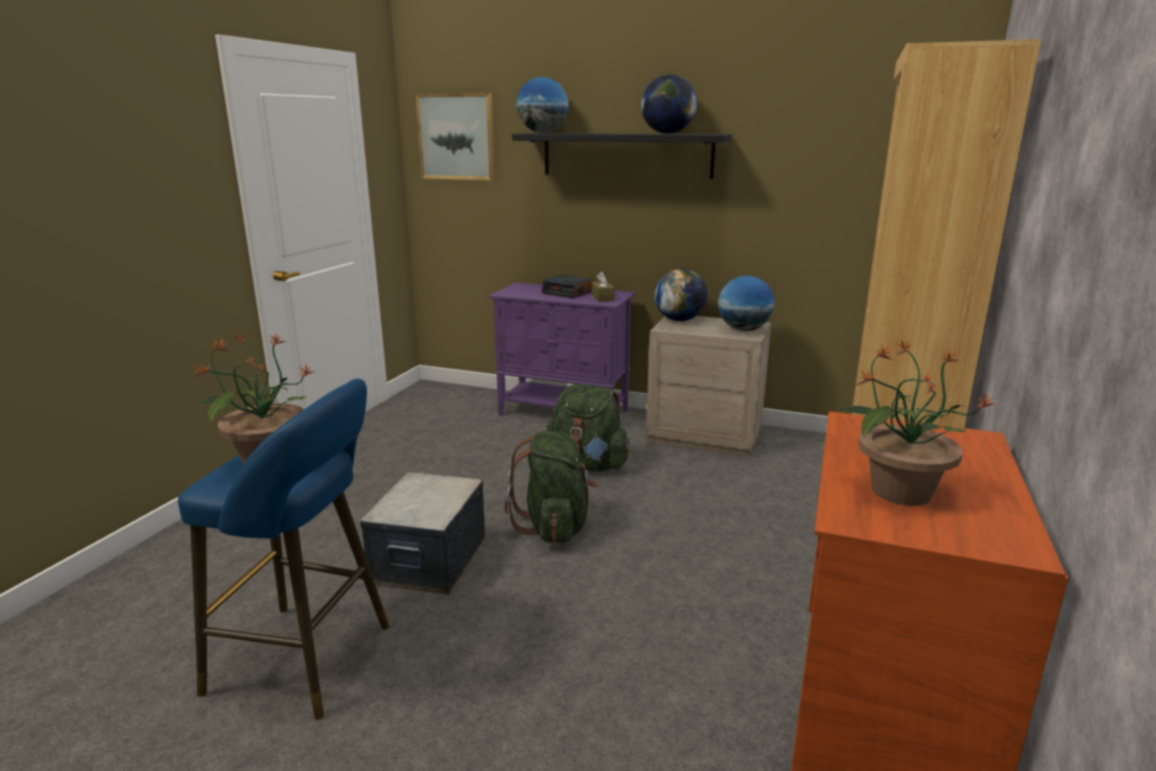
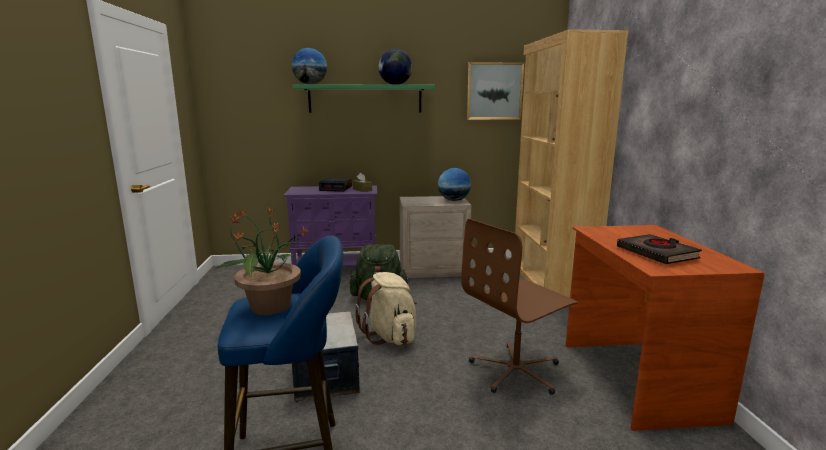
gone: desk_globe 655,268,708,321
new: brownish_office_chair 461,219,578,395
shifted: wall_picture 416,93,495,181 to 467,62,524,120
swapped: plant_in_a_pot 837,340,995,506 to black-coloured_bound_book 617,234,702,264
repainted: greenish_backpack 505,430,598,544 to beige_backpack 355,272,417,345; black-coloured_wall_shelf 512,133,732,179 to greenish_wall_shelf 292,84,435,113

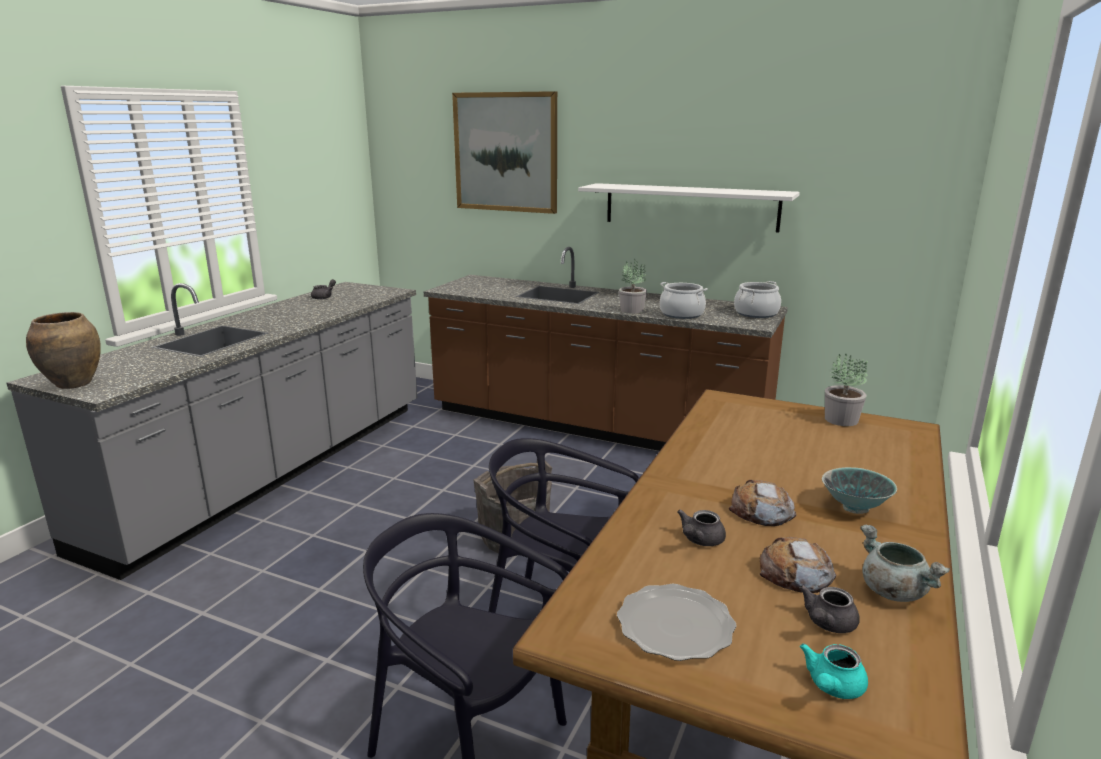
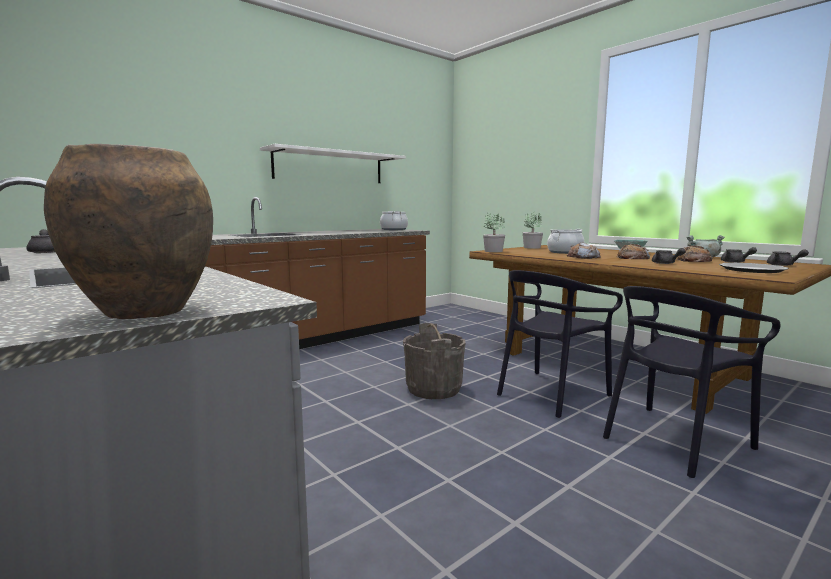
gone: wall_picture 452,91,557,214
new: bread 567,242,601,259
shifted: plant_in_a_pot 619,259,647,314 to 483,212,505,252; stockpot 660,282,708,319 to 547,229,585,254
repainted: turquoise-coloured_pot_for_tea 800,643,868,699 to gray_pot_for_tea 767,249,809,266

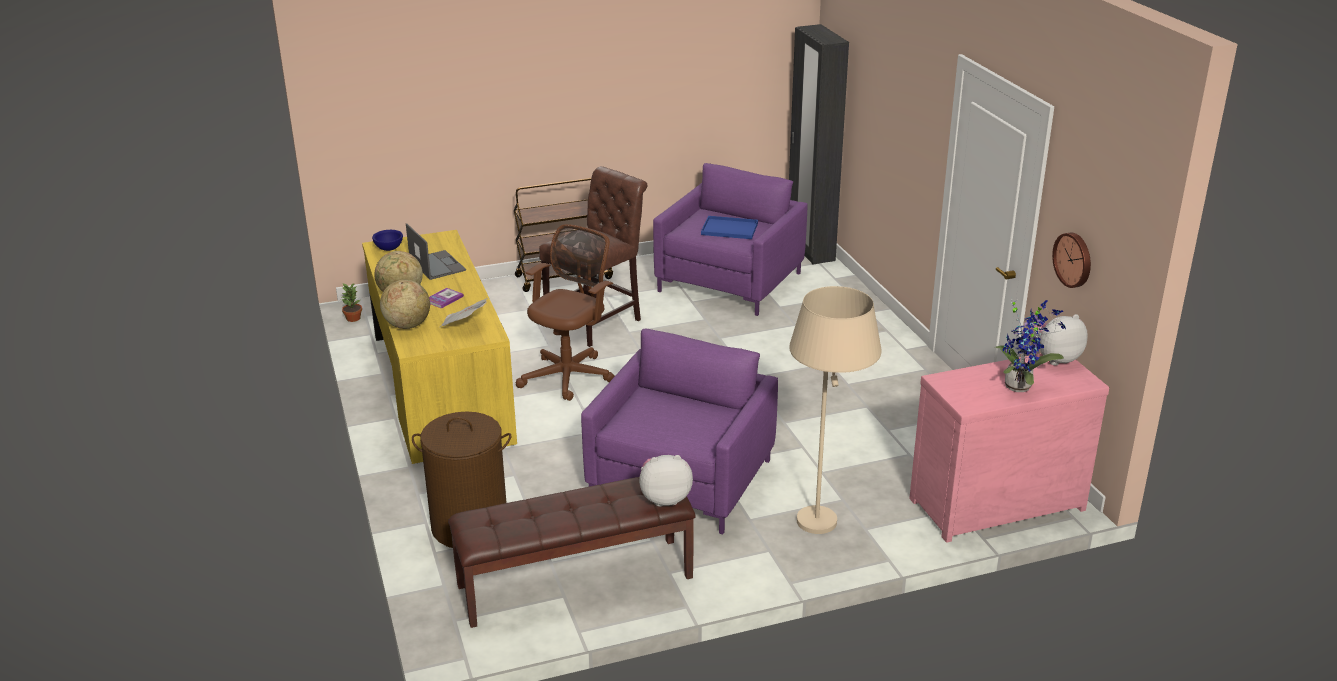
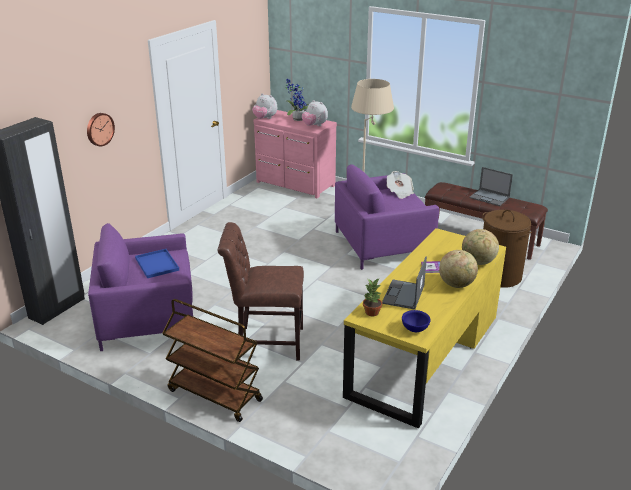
gone: brownish_office_chair 515,224,615,401
new: portable_computer 469,167,513,206
shifted: plant_in_a_pot 341,283,362,322 to 363,278,382,316; newspaper 440,298,487,327 to 386,171,414,199; soft_toy 639,455,693,507 to 302,100,328,126; clock_on_the_wall 1052,232,1091,288 to 87,113,115,146

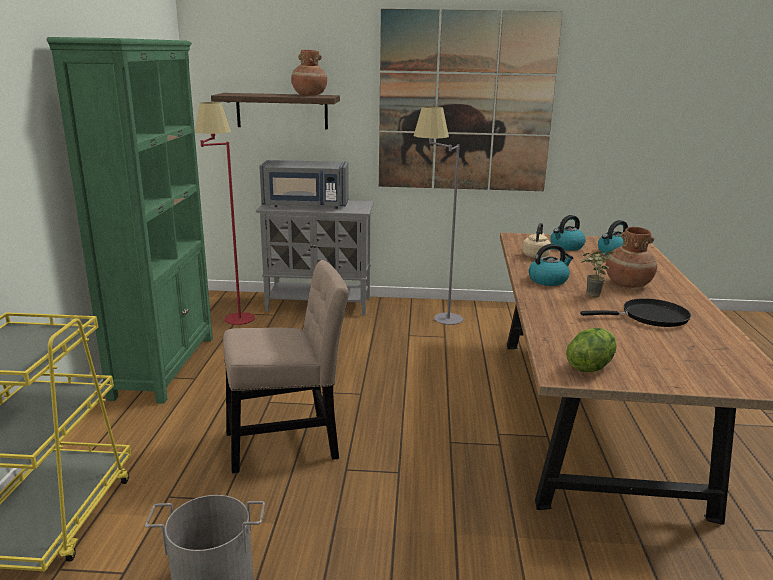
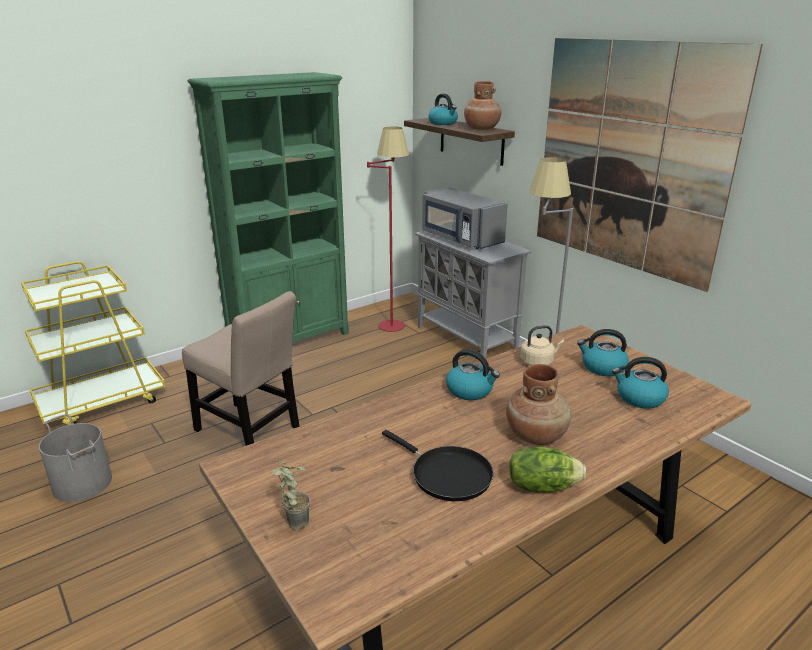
new: tea_kettle 428,94,458,125
shifted: lettuce_head 566,328,617,372 to 509,446,586,492; plant_in_a_pot 581,250,613,297 to 272,461,310,531

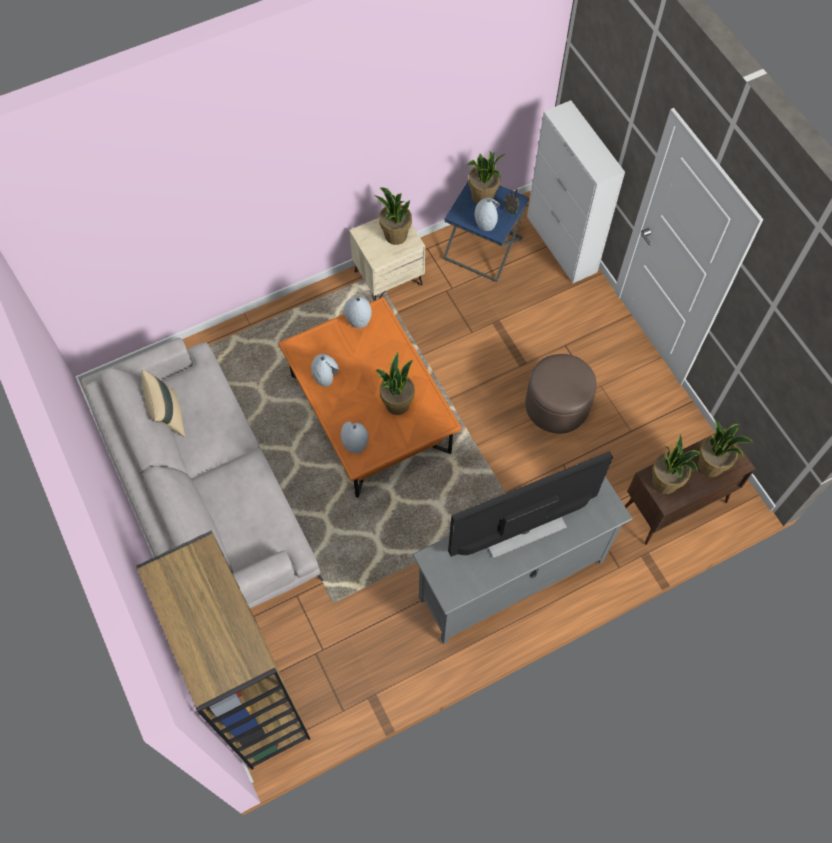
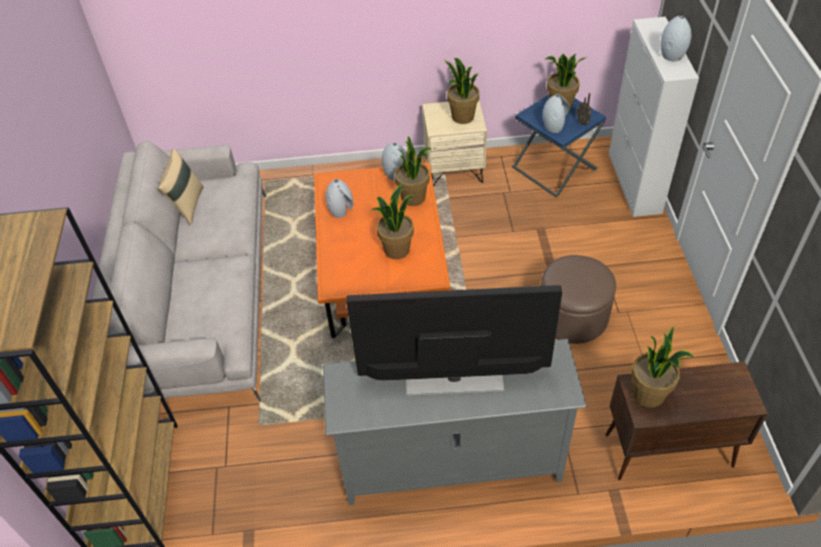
shifted: gray_flower_vase 341,422,369,454 to 661,16,692,61; plant_in_a_pot 698,419,753,477 to 395,136,431,206

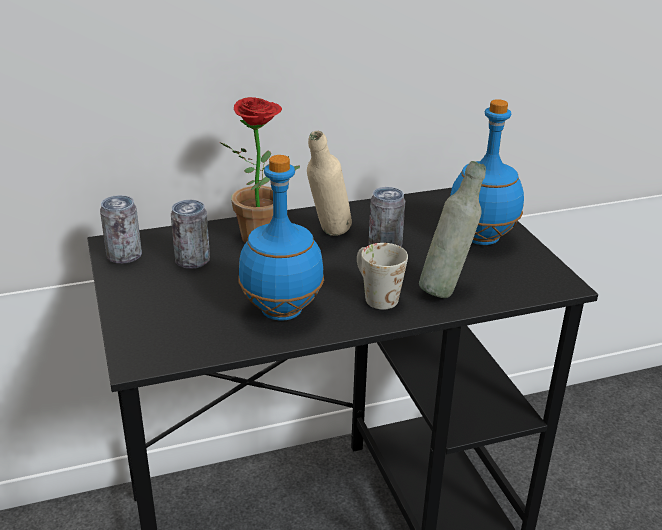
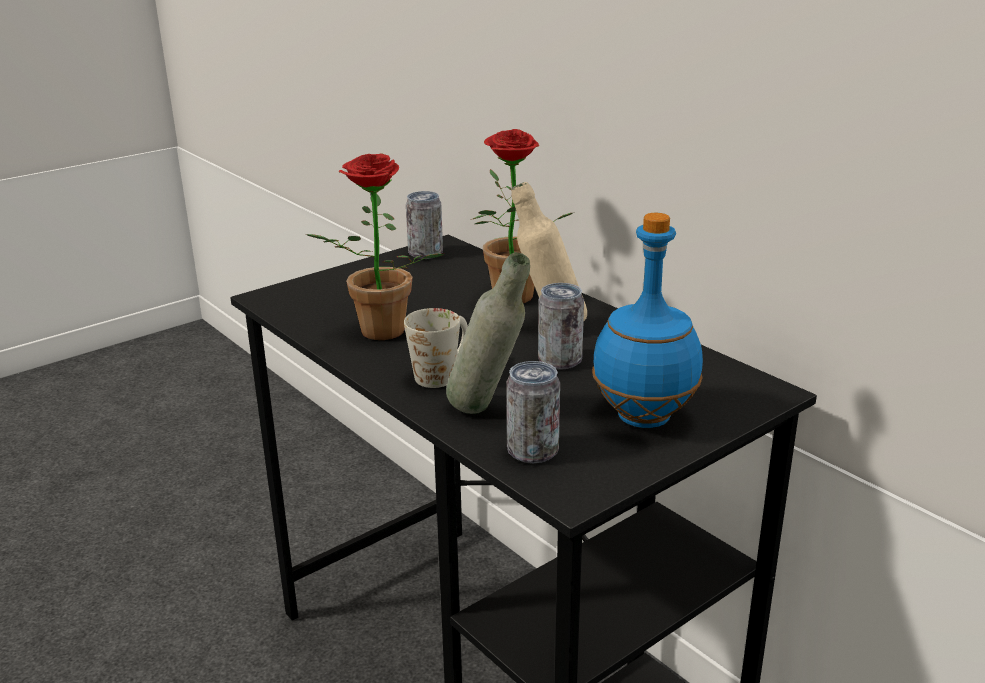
shifted: metal_can 171,200,210,269 to 506,361,560,463
swapped: blue-coloured_beverage_bottle 238,155,324,321 to plant_in_a_pot 306,153,444,340

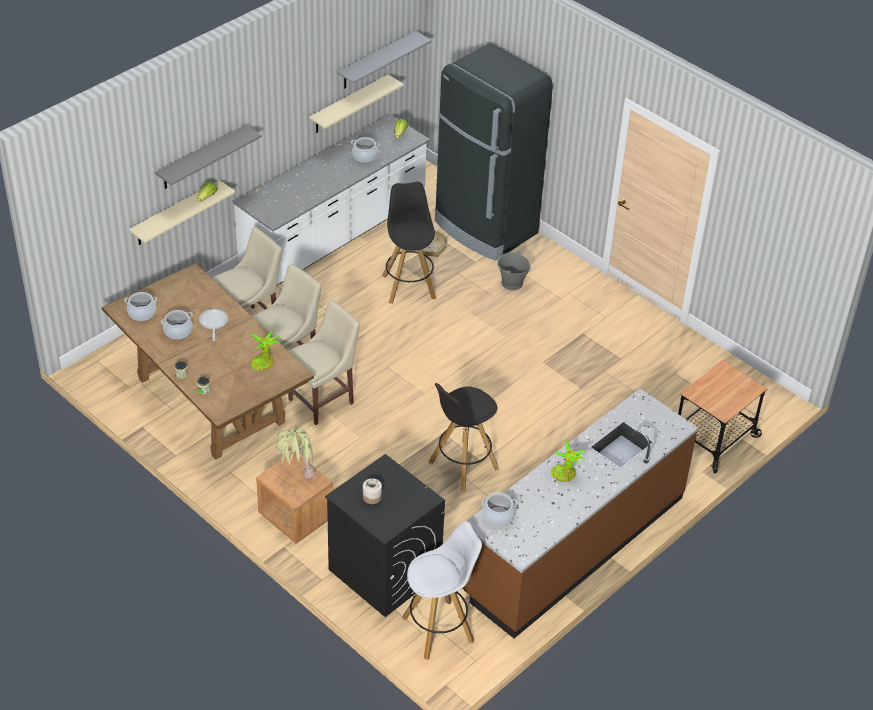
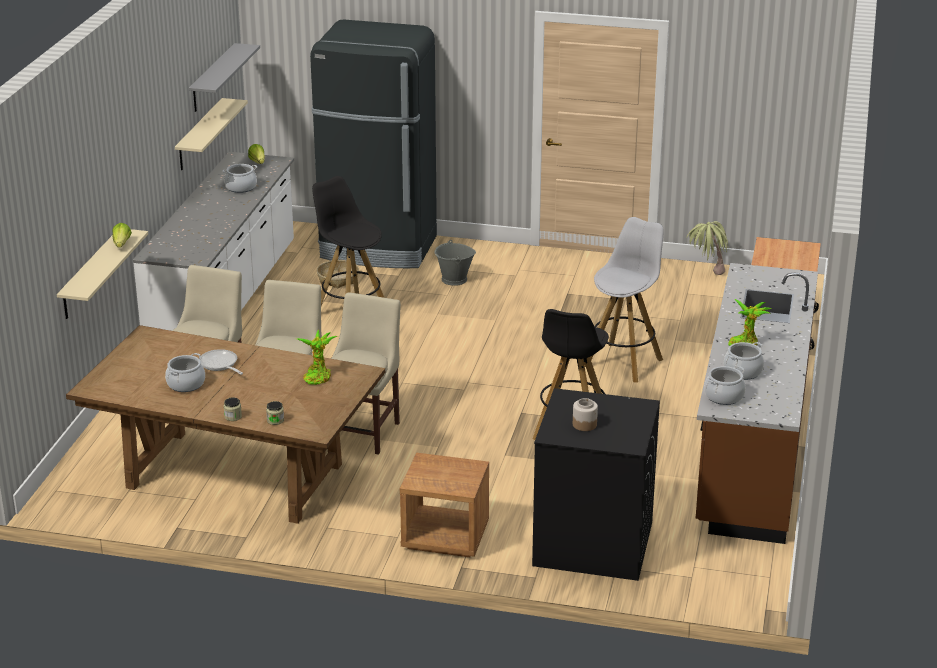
gone: gray_wall_shelf 155,124,262,189
shifted: stockpot 124,292,157,321 to 724,342,764,380; plant_in_a_pot 276,427,316,479 to 687,221,728,275; whitish_sitting_stool 402,521,482,660 to 584,217,663,383

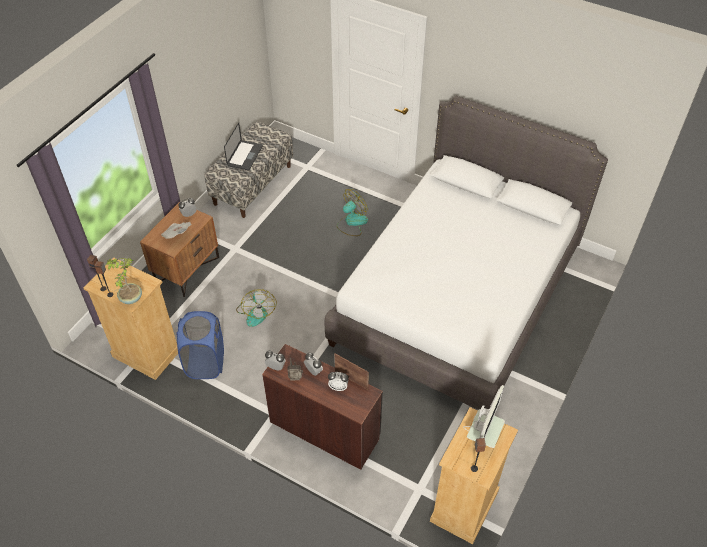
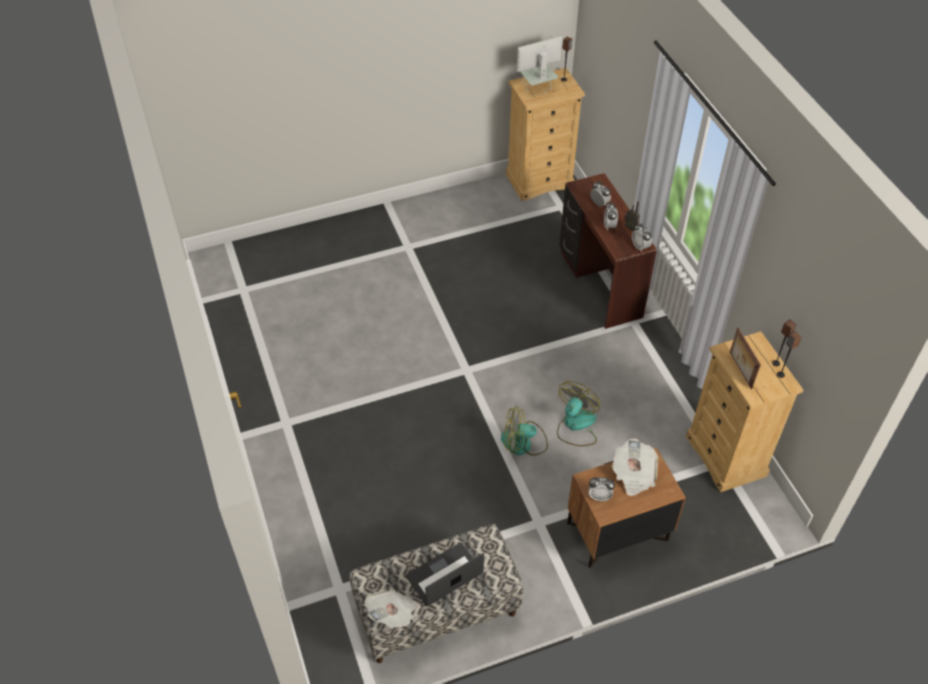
gone: plant_in_a_pot 106,258,142,304; blue-coloured_laundry_basket 176,311,224,379; whitish_sleeping_bed 325,96,608,410
new: newspaper 364,589,419,628
shifted: photo_frame 334,353,369,390 to 730,327,761,390; cooling_fan 337,189,368,236 to 501,406,548,456

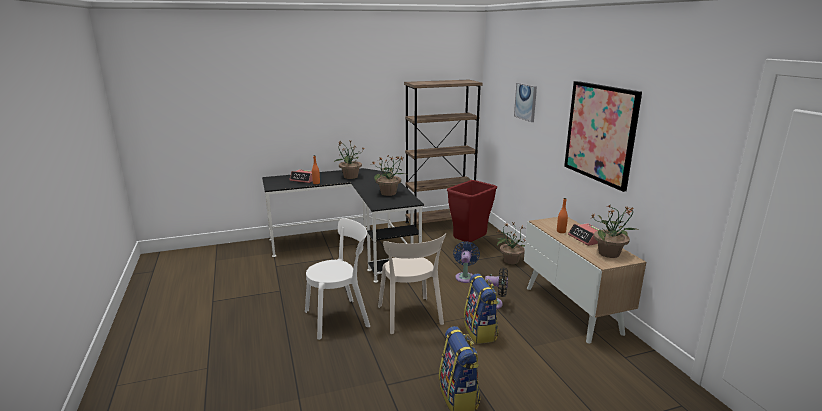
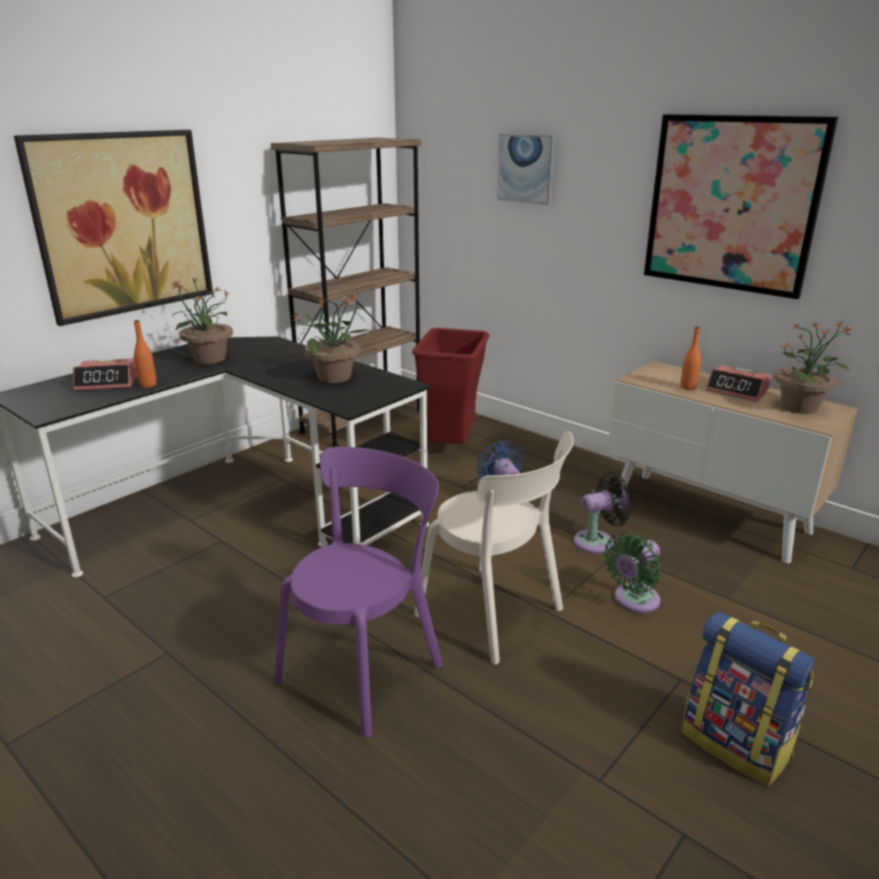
gone: plant_in_a_pot 497,222,526,265
new: wall_picture 14,130,213,326
swapped: backpack 464,273,499,344 to greenish_cooling_fan 604,533,661,613
repainted: whitish_plain_chair 305,218,370,340 to purplish_plain_chair 274,447,443,738

